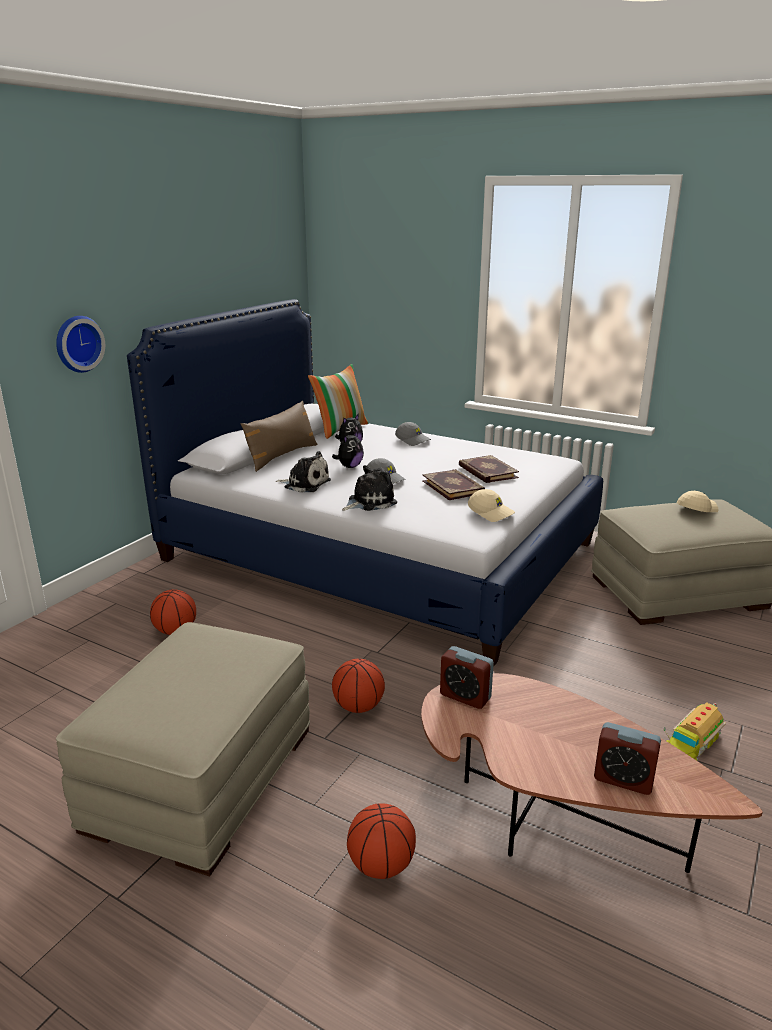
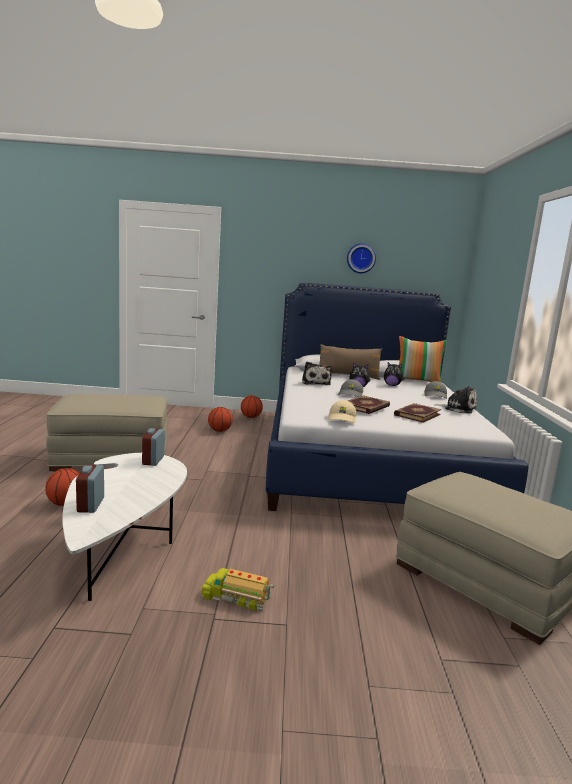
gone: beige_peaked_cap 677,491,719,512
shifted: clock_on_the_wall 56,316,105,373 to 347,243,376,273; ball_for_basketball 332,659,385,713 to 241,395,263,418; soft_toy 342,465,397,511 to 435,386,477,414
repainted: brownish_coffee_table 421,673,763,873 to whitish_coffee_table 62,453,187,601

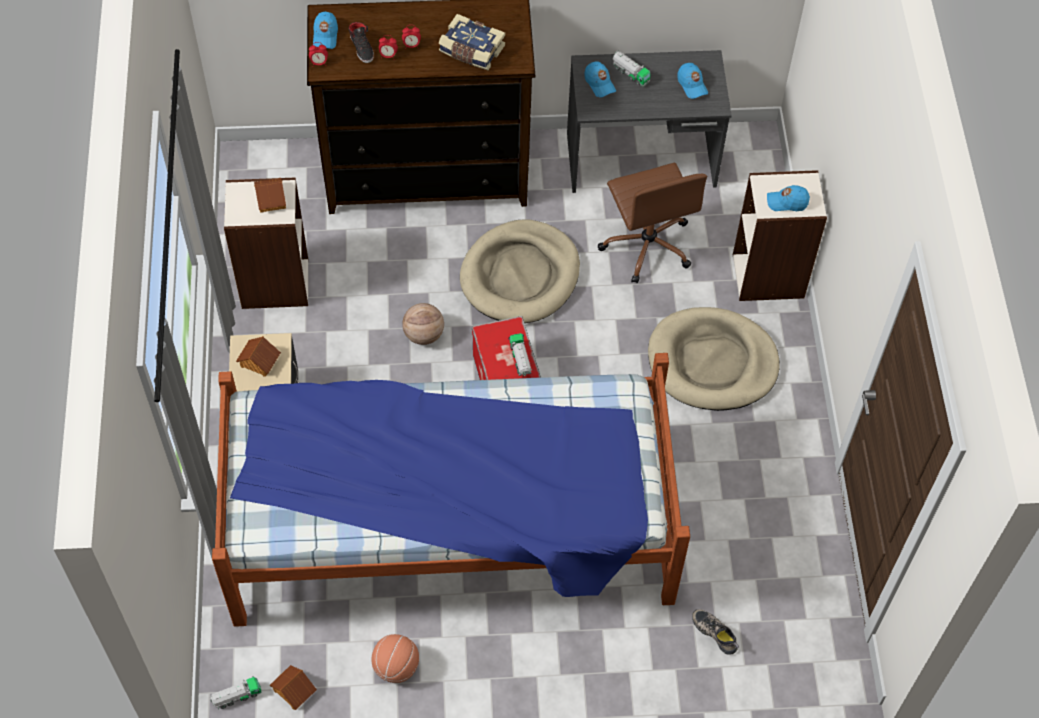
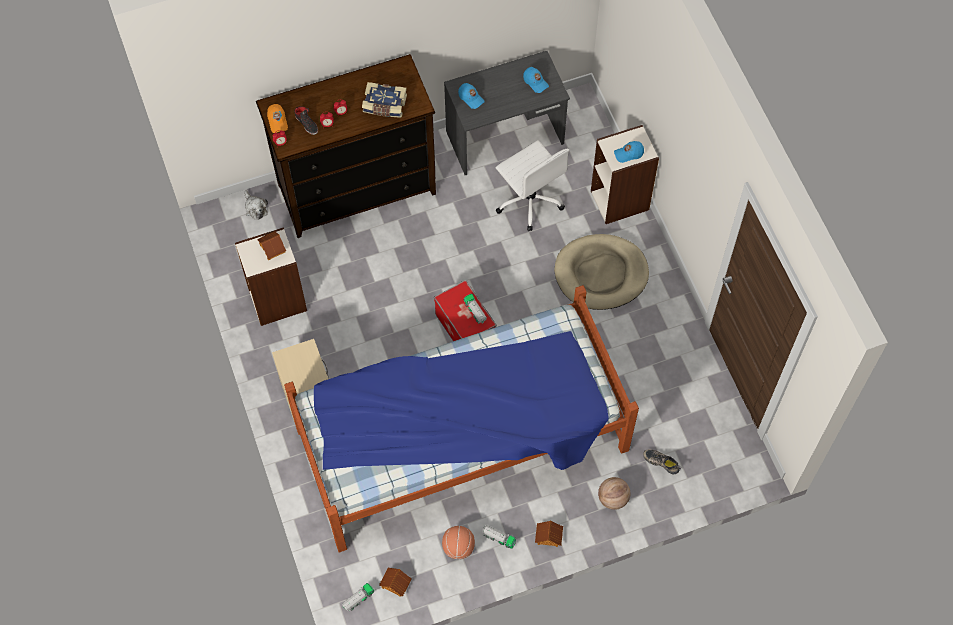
gone: beige_dog_bed 460,220,580,323
new: soft_toy 245,190,268,220
shifted: miniature_house 236,336,281,377 to 535,520,563,547; ball_for_basketball 402,303,444,345 to 598,477,630,510; toy_lorry 613,51,651,86 to 483,525,516,549
repainted: blue-coloured_peaked_cap 313,12,338,49 to orange_peaked_cap 267,104,288,133; brownish_office_chair 598,163,707,283 to whitish_office_chair 496,140,569,231

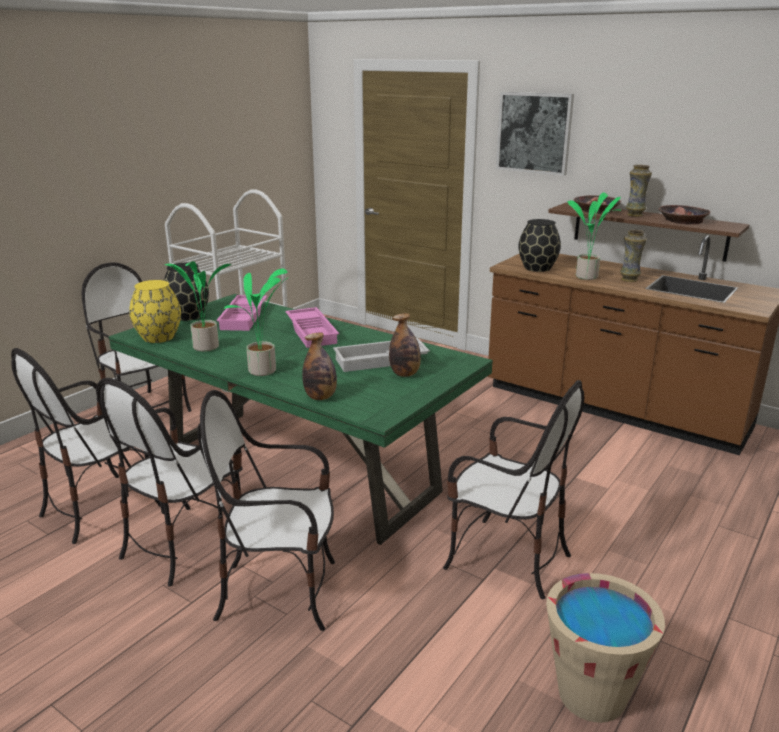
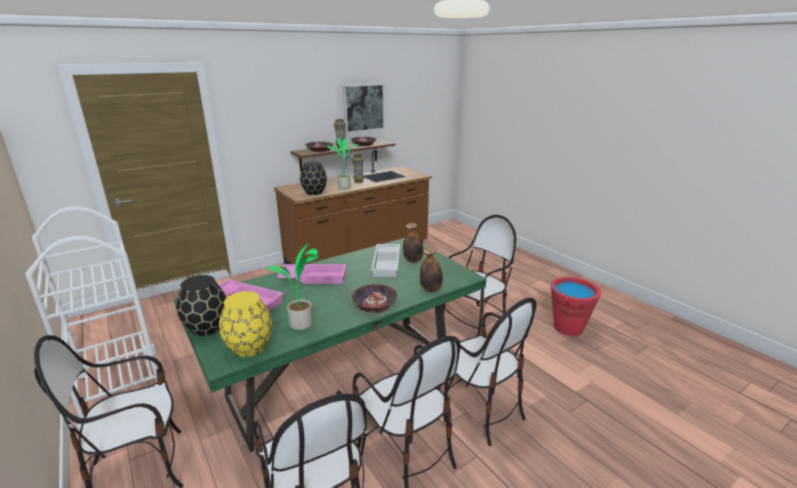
shifted: wall_picture 496,92,574,176 to 343,83,385,133
swapped: plant_in_a_pot 224,269,288,376 to serving_bowl 351,284,398,313
repainted: beige_water_bucket 546,573,665,723 to red_water_bucket 551,277,601,336
rotated: plain_chair 198,390,335,631 = 437,298,537,446 60 degrees counterclockwise

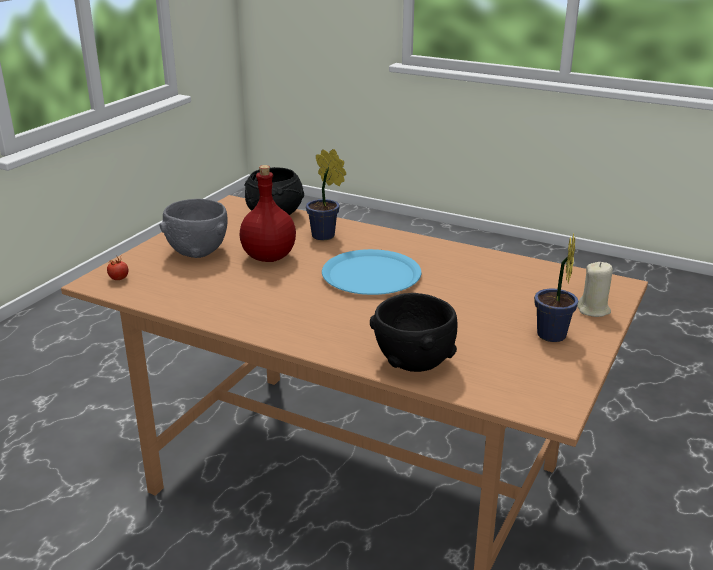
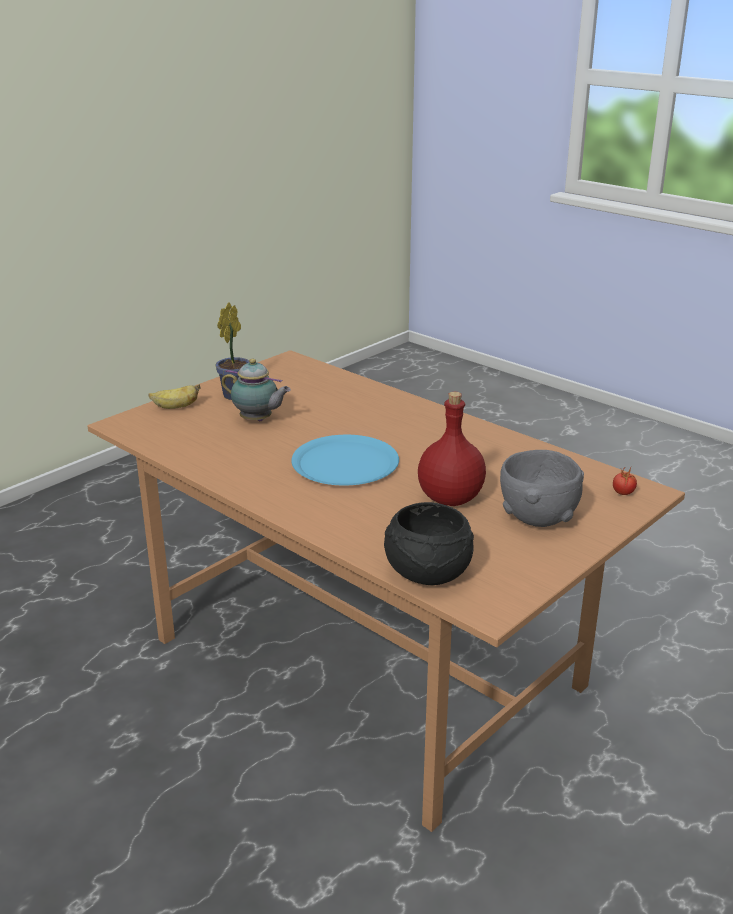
gone: plant_in_a_pot 306,149,346,240; black-coloured_serving_bowl 370,293,458,372
new: pot_for_tea 222,359,291,421
swapped: beige_wax_light 577,262,613,317 to banana_fruit 148,384,200,409

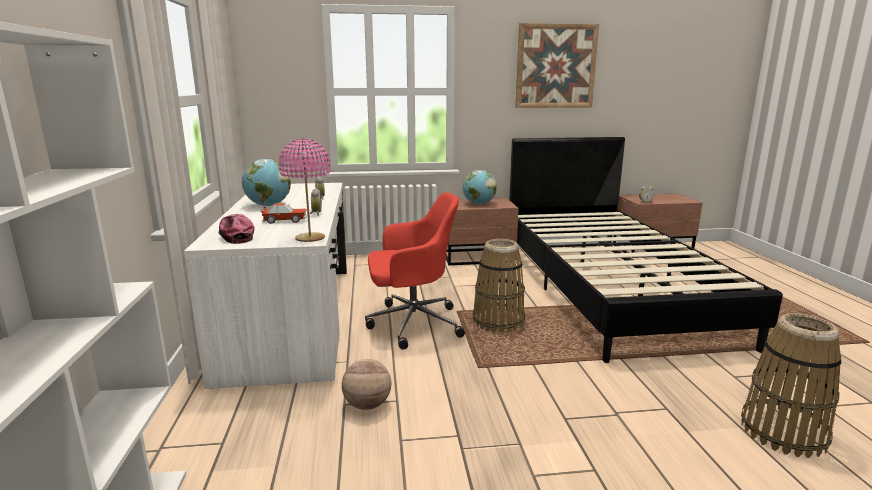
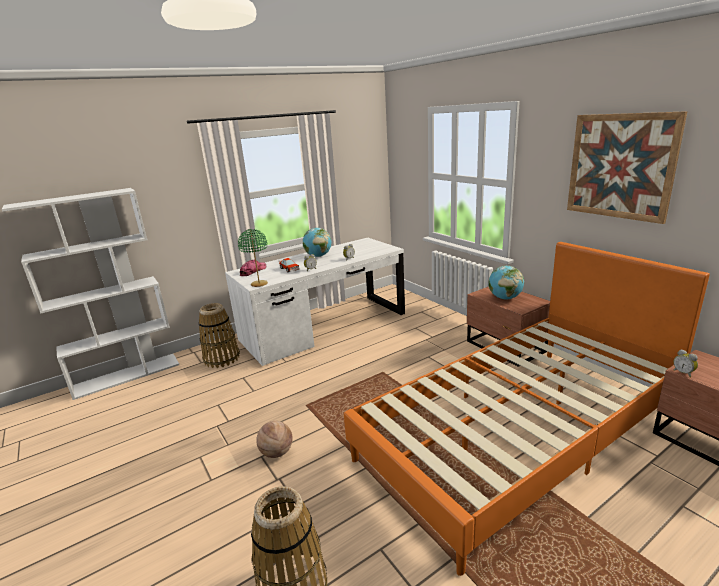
gone: red_office_chair 365,193,465,350
shifted: ball_for_basketball 342,359,391,410 to 256,421,293,458; household_basket 473,239,525,333 to 199,303,240,368
repainted: pink_lamp_for_a_table 278,139,331,242 to greenish_lamp_for_a_table 238,229,268,287; black-coloured_sleeping_bed 509,137,783,363 to orange_sleeping_bed 344,242,710,576

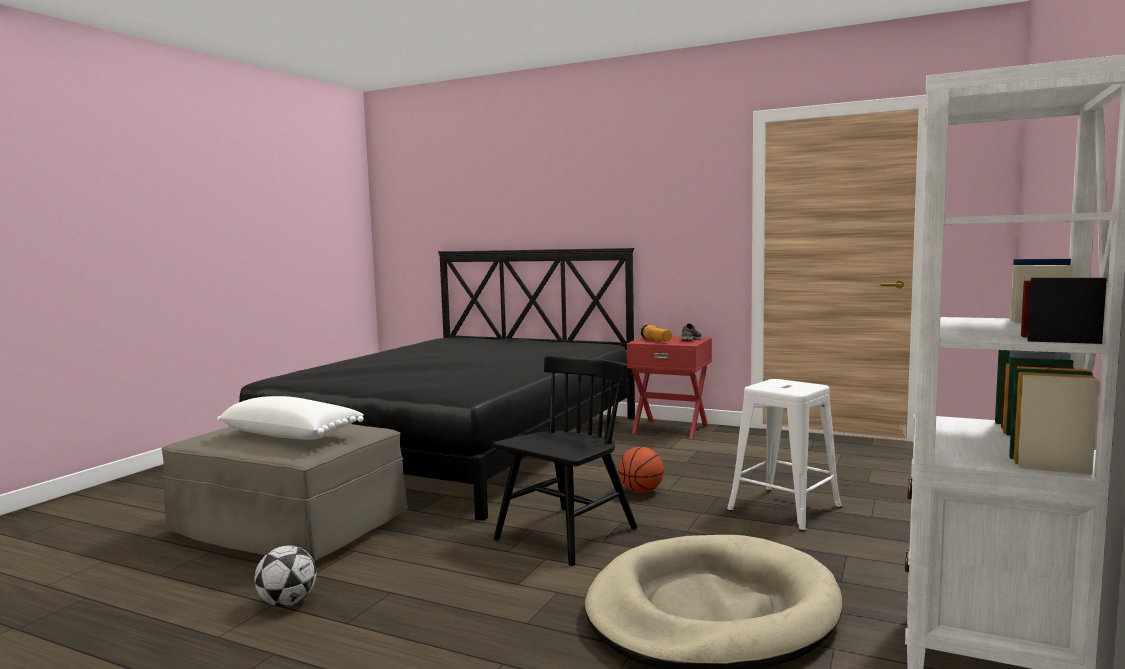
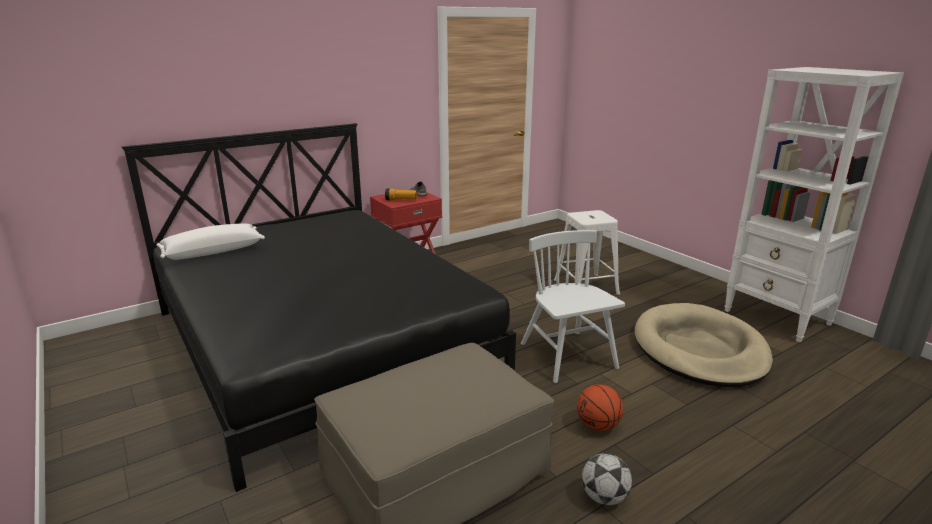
shifted: whitish_throw_pillow 217,396,364,440 to 157,223,265,260; ball_for_basketball 618,447,664,493 to 577,384,623,431
repainted: black-coloured_plain_chair 493,355,637,566 to whitish_plain_chair 521,230,625,383

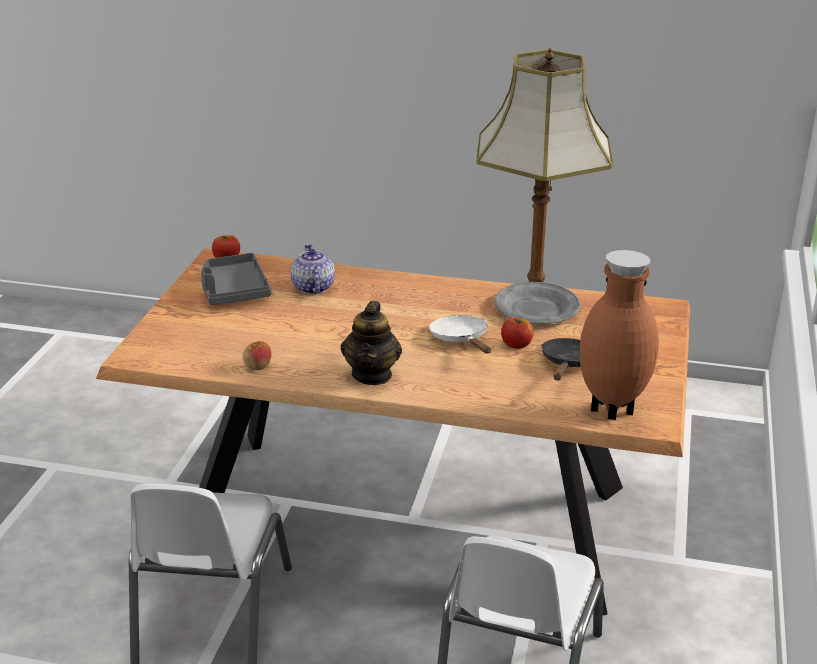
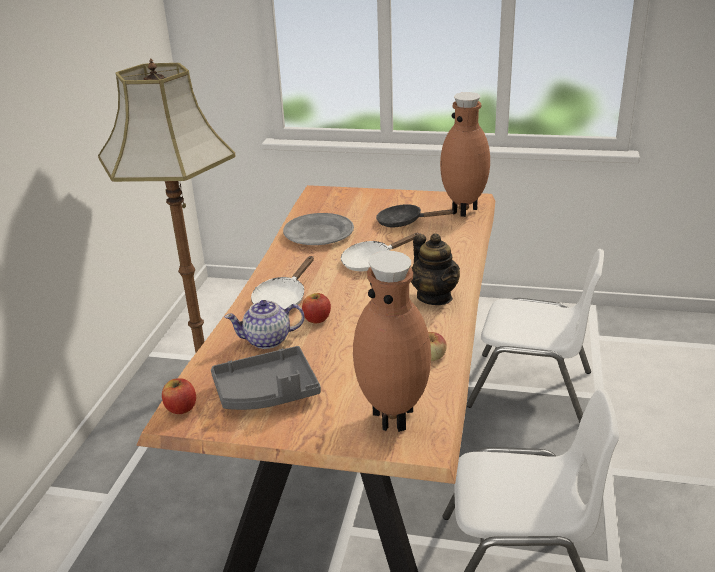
new: whitish_frying_pan 251,256,314,309; brownish_flower_vase 353,251,431,432
shifted: whole_apple 501,318,534,349 to 302,293,331,323
rotated: pot_for_tea 341,301,402,385 = 411,233,460,305 60 degrees clockwise

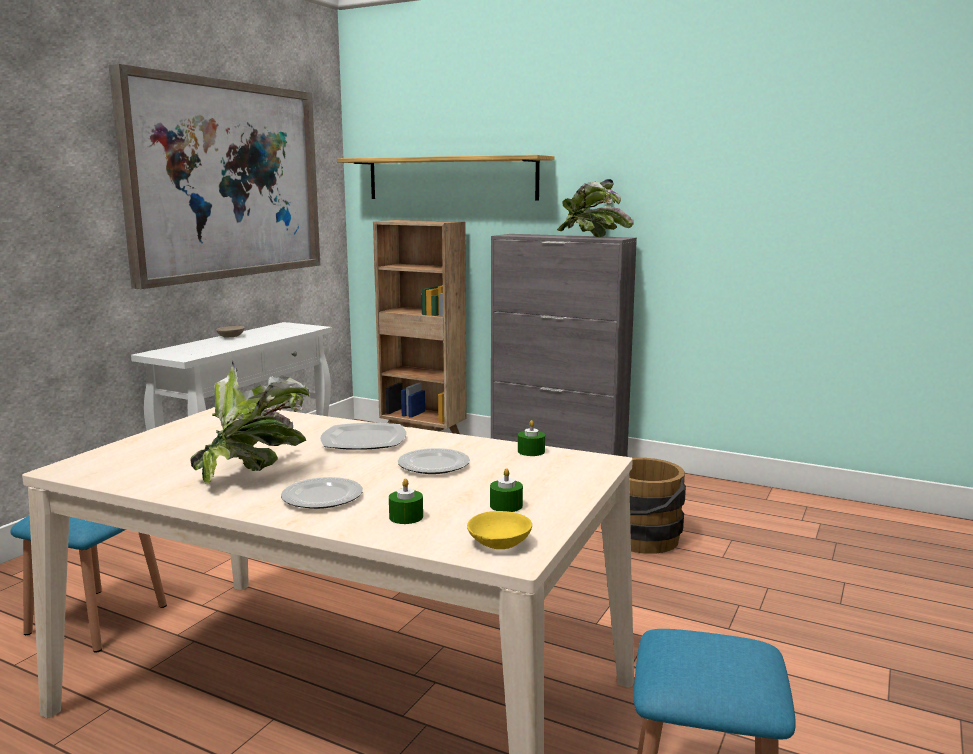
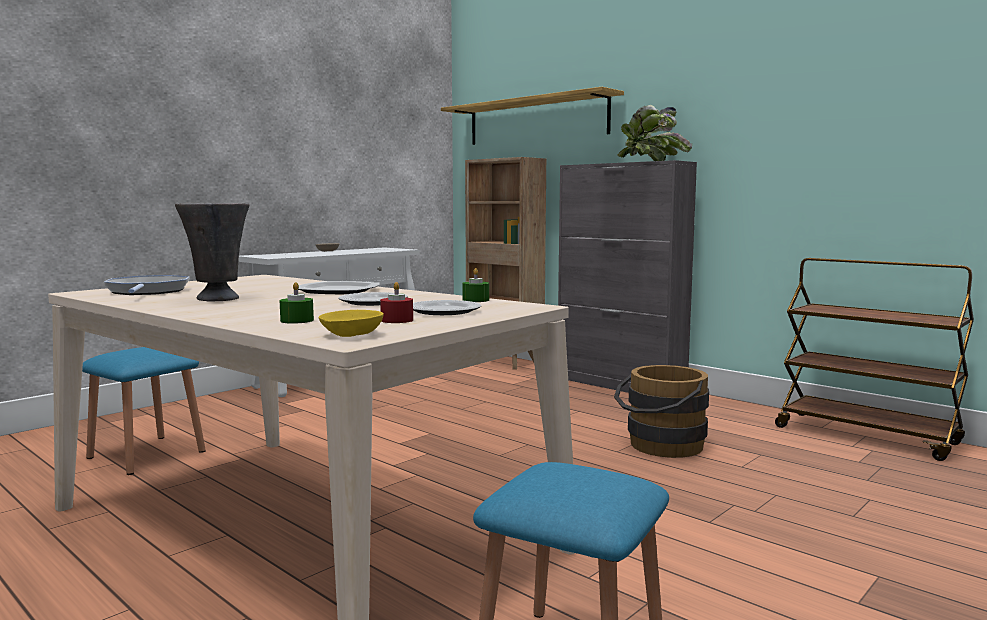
gone: wall_picture 109,64,320,289
new: frying_pan 104,275,190,295; brownish_trolley 775,258,974,461
shifted: dinner_plate 281,477,363,509 to 413,300,481,315
swapped: plant_in_a_pot 190,360,310,484 to gray_flower_vase 175,203,250,301
repainted: greenish_wax_light 490,468,523,512 to red_wax_light 380,282,413,323

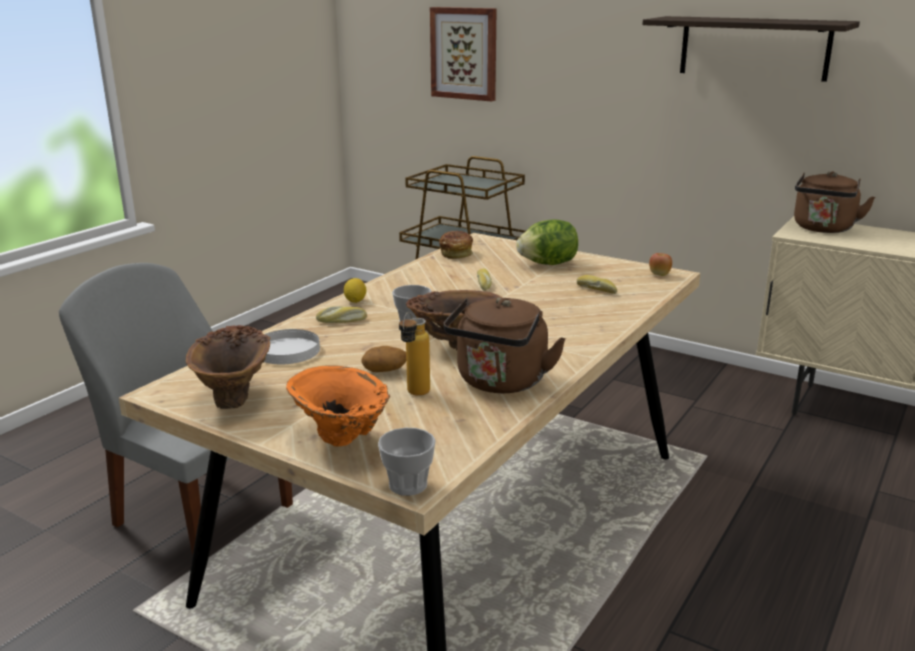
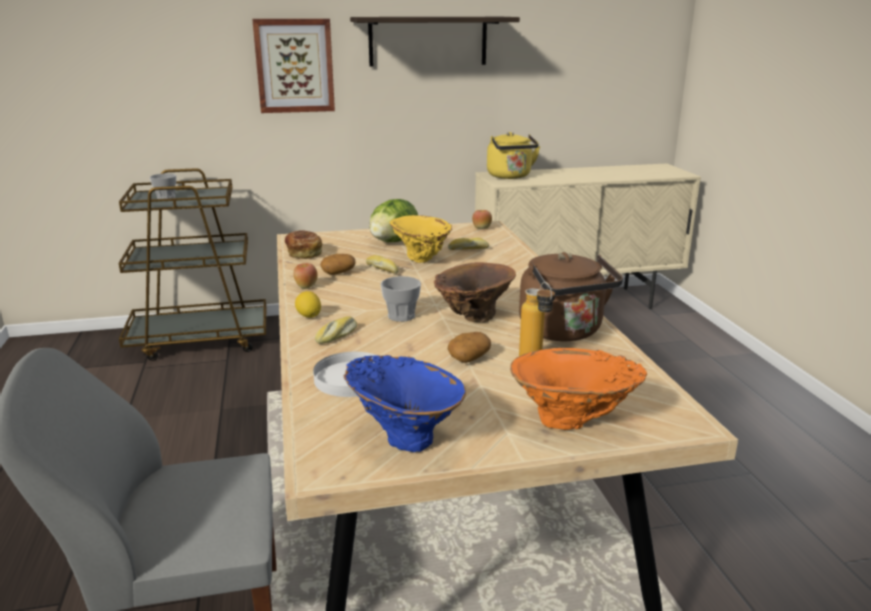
new: whole_apple 293,263,318,289; spud 320,254,355,275; yellowish_flower_vase 390,215,452,263
shifted: small_cup 378,428,436,496 to 150,173,176,199; wall_picture 430,7,497,101 to 252,19,335,113
repainted: brownish_flower_vase 186,325,271,409 to blue-coloured_flower_vase 344,355,466,452; brownish_tea_kettle 794,171,876,233 to yellowish_tea_kettle 487,132,540,179

